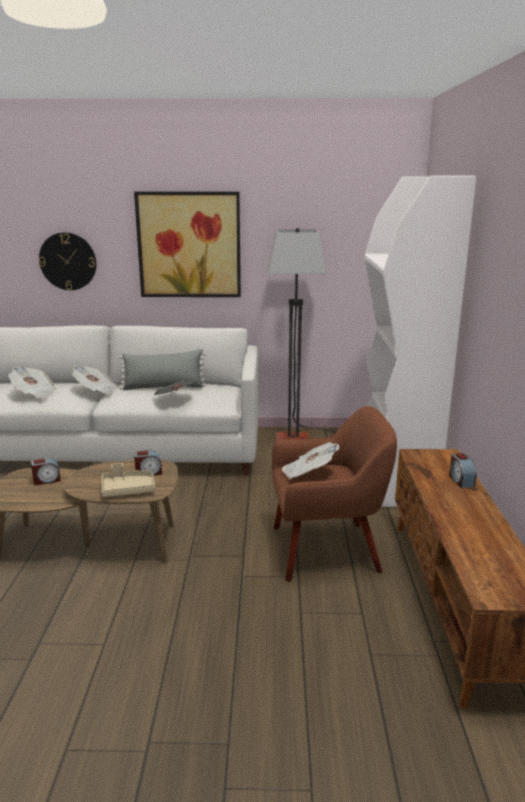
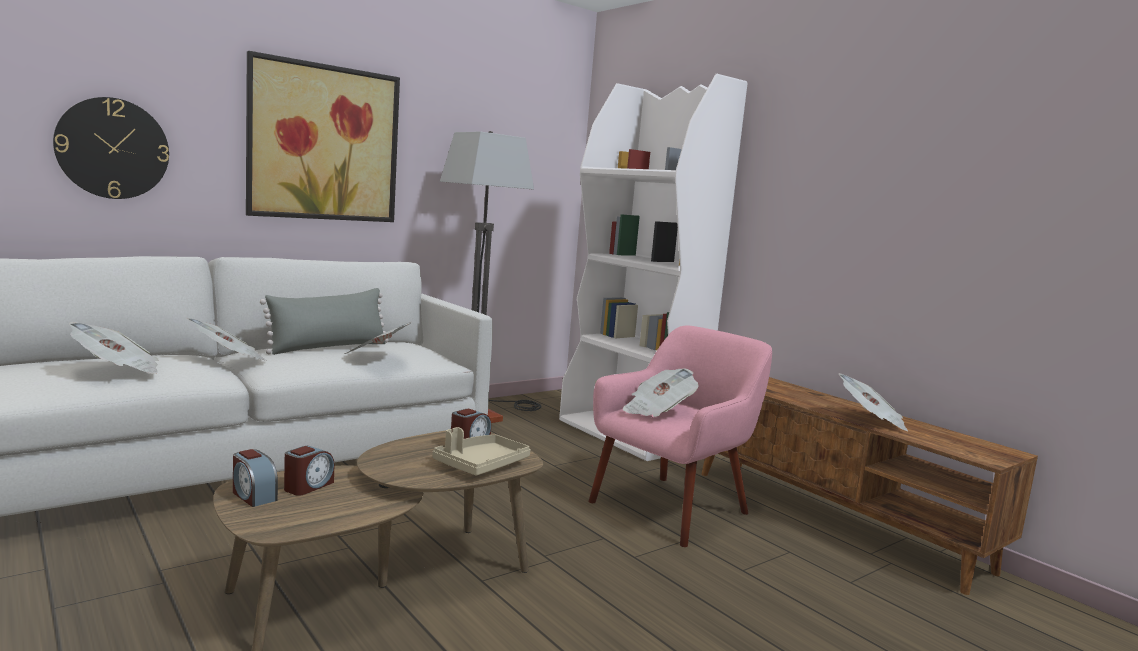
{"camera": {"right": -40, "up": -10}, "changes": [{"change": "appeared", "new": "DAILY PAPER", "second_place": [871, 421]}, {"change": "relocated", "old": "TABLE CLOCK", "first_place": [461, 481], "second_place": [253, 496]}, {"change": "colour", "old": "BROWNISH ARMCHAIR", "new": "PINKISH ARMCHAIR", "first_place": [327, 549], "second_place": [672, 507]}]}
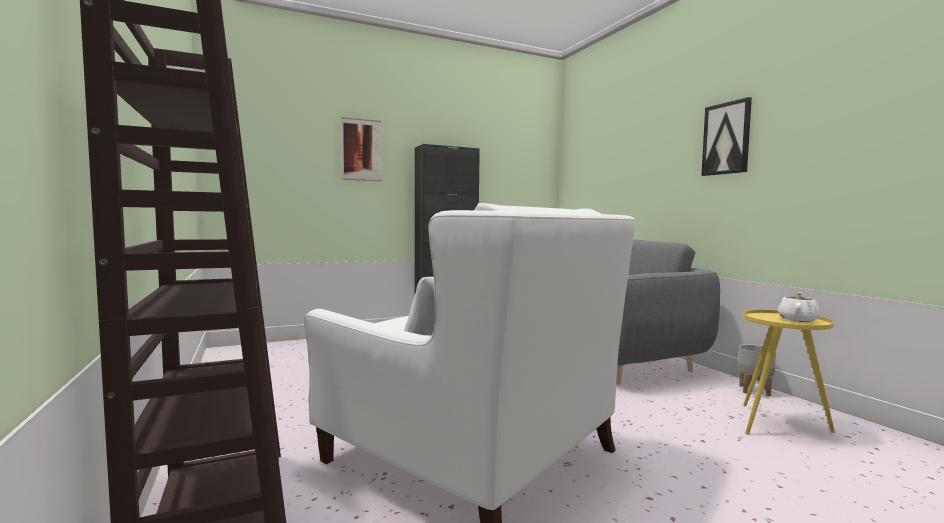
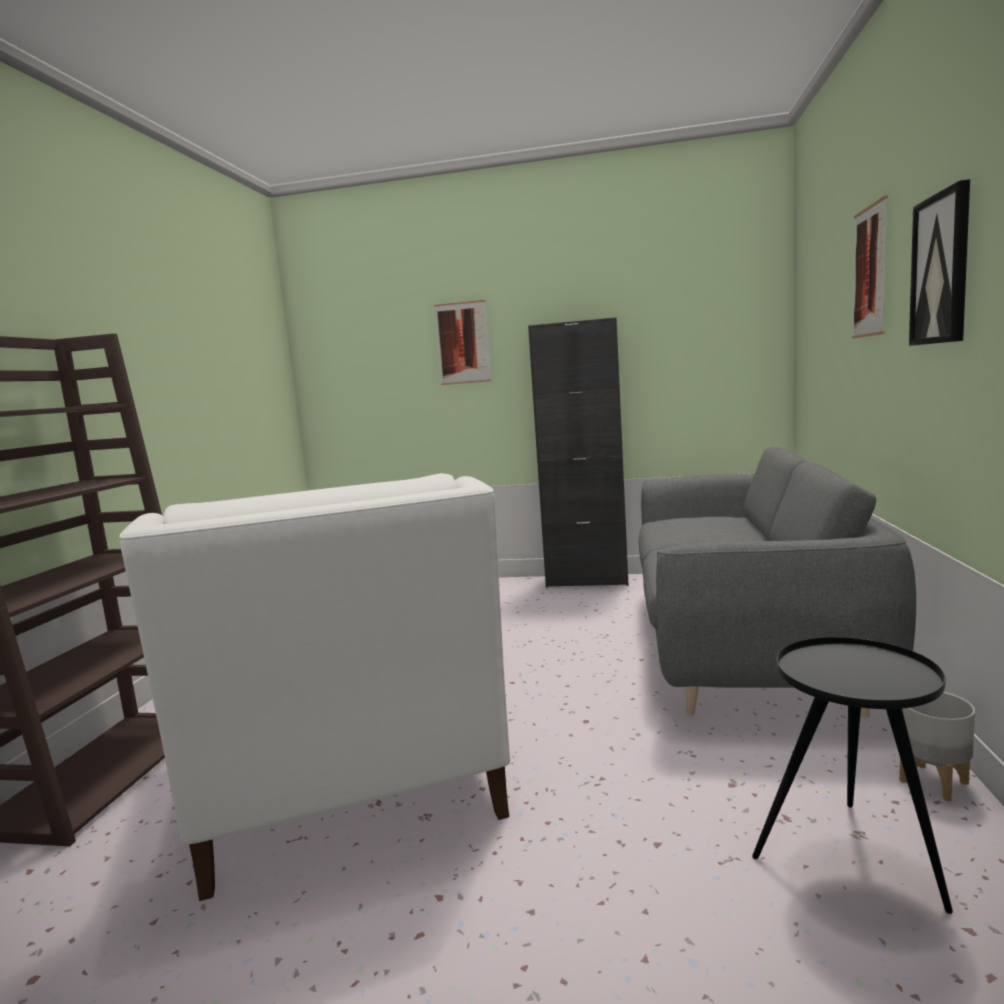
{"camera": {"right": 35, "up": 5}, "changes": [{"change": "missing", "old": "WHITE-COLOURED TEA POT", "first_place": [797, 319]}, {"change": "appeared", "new": "WALL ART", "second_place": [870, 272]}, {"change": "colour", "old": "YELLOW-COLOURED END TABLE", "new": "BLACK-COLOURED END TABLE", "first_place": [778, 425], "second_place": [852, 861]}]}
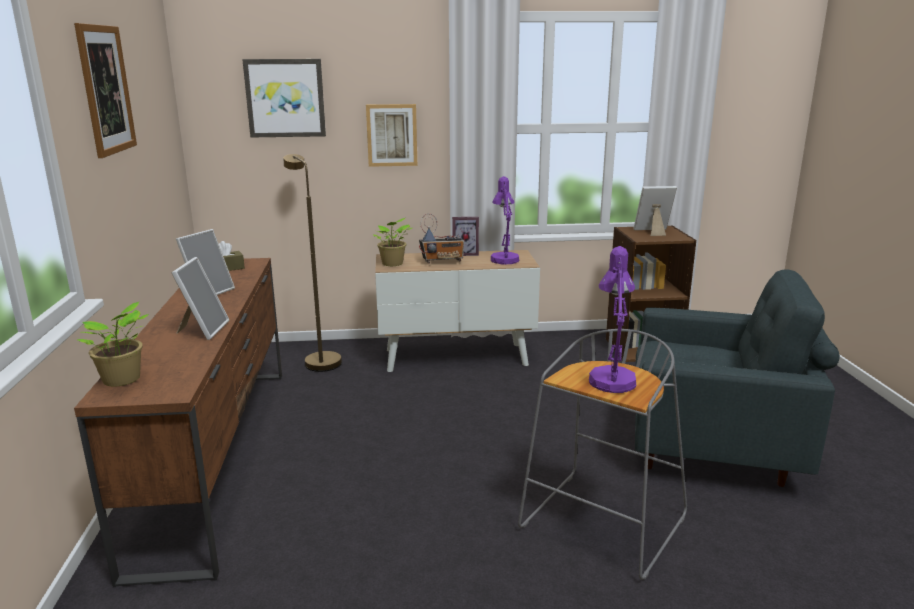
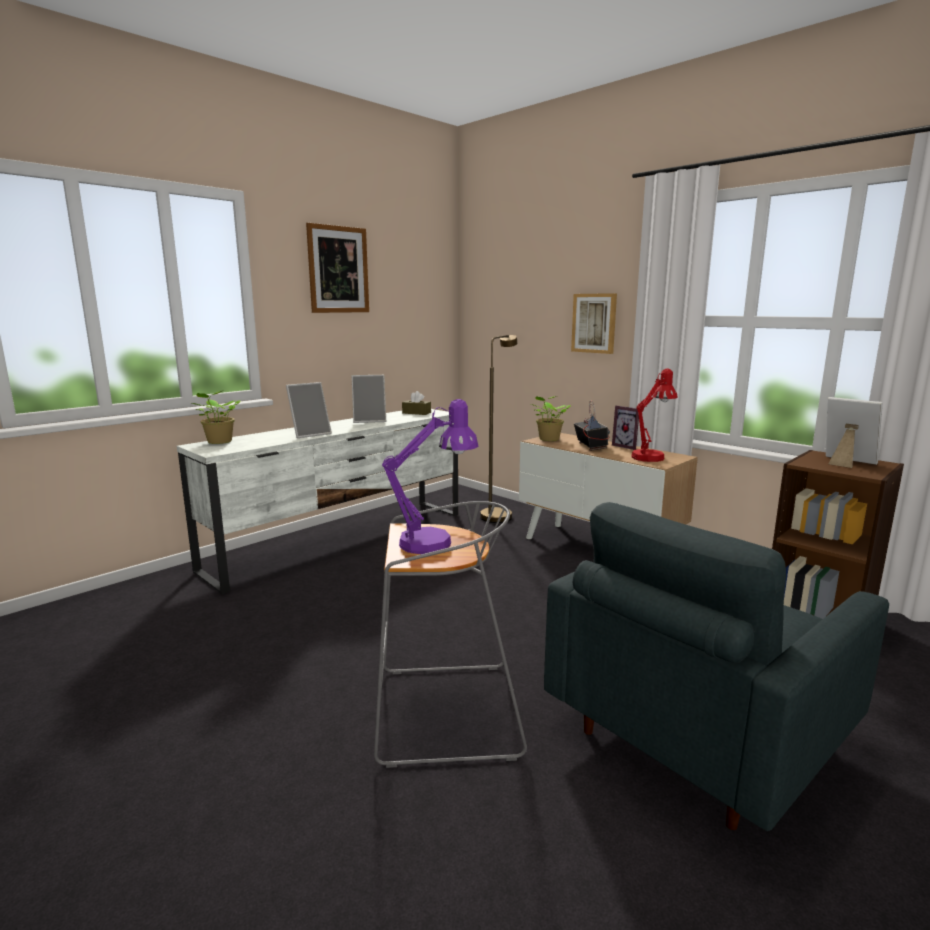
{"camera": {"right": 50, "up": -5}, "changes": [{"change": "missing", "old": "WALL ART", "first_place": [285, 98]}, {"change": "colour", "old": "BROWNISH TV UNIT", "new": "WHITE-COLOURED TV UNIT", "first_place": [219, 455], "second_place": [343, 540]}, {"change": "colour", "old": "PURPLE TABLETOP LAMP", "new": "RED-COLOURED TABLETOP LAMP", "first_place": [504, 258], "second_place": [651, 456]}, {"change": "spun", "old": "RADIO", "first_place": [442, 261], "second_place": [590, 446], "degrees": -135}, {"change": "spun", "old": "GREYISH ARMCHAIR", "first_place": [714, 447], "second_place": [694, 736], "degrees": 75}]}
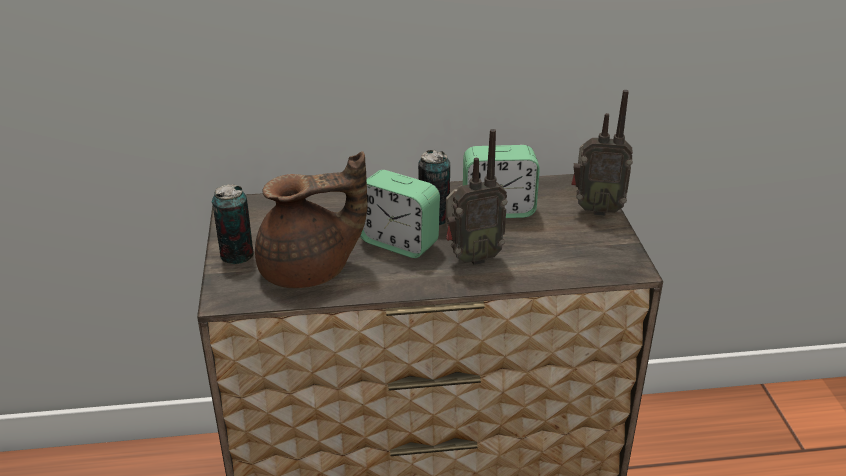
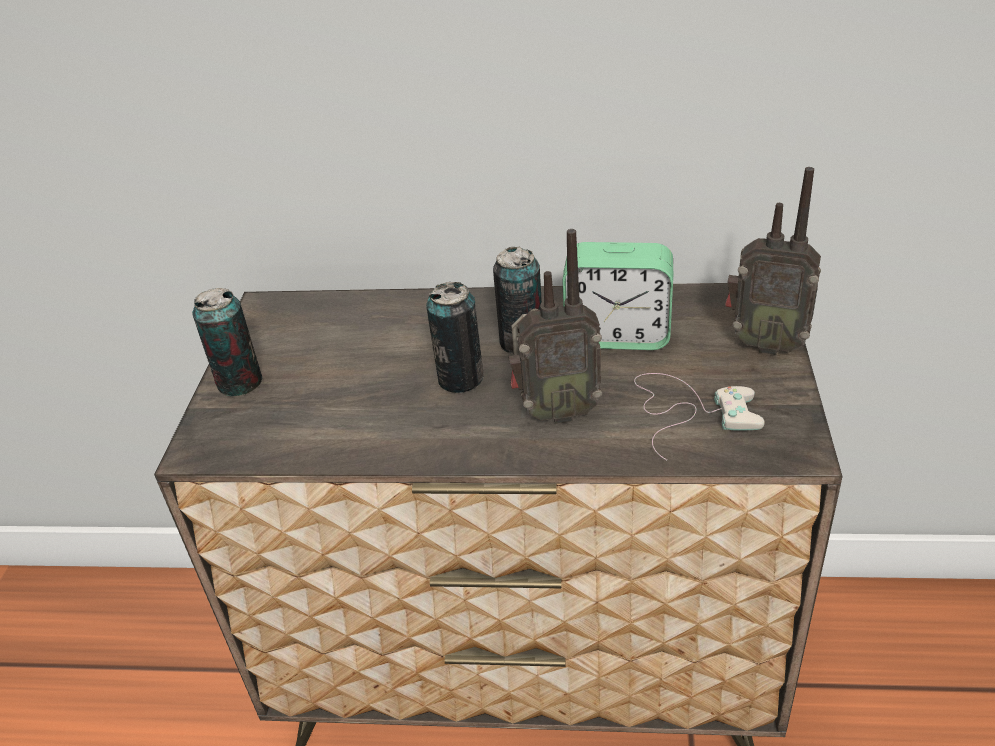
{"camera": {"right": 15, "up": 5}, "changes": [{"change": "missing", "old": "BROWNISH TEA POT", "first_place": [309, 270]}, {"change": "appeared", "new": "WHITE-COLOURED JOYPAD", "second_place": [689, 411]}, {"change": "exchanged", "old": "TABLE CLOCK", "new": "SEALED CAN", "first_place": [399, 242], "second_place": [460, 378]}]}
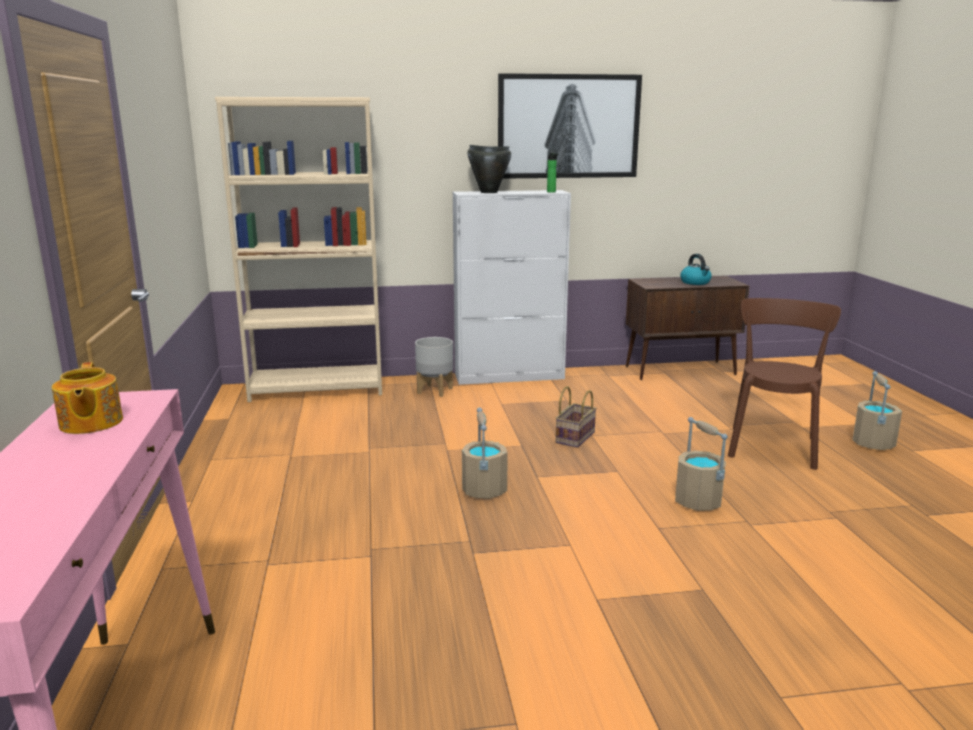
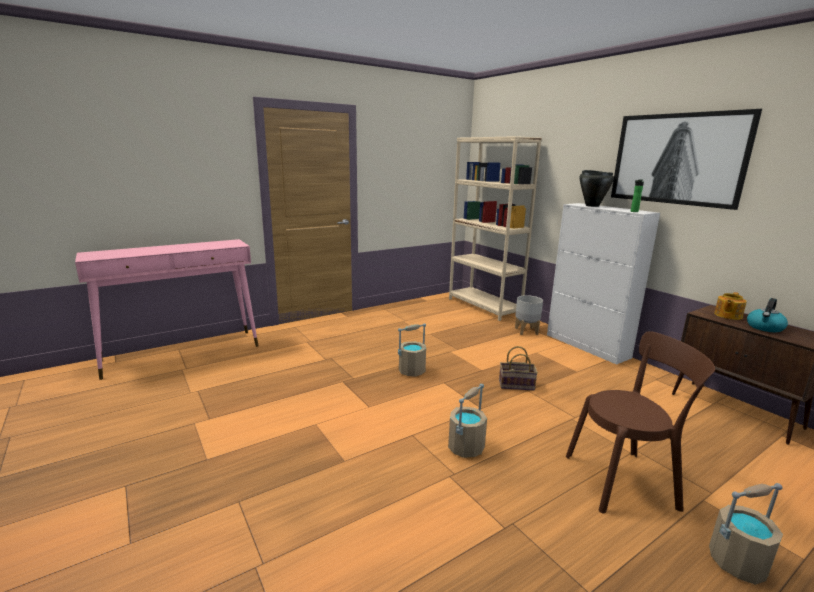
{"camera": {"right": 65, "up": 0}, "changes": [{"change": "relocated", "old": "TEA POT", "first_place": [90, 423], "second_place": [727, 315]}]}
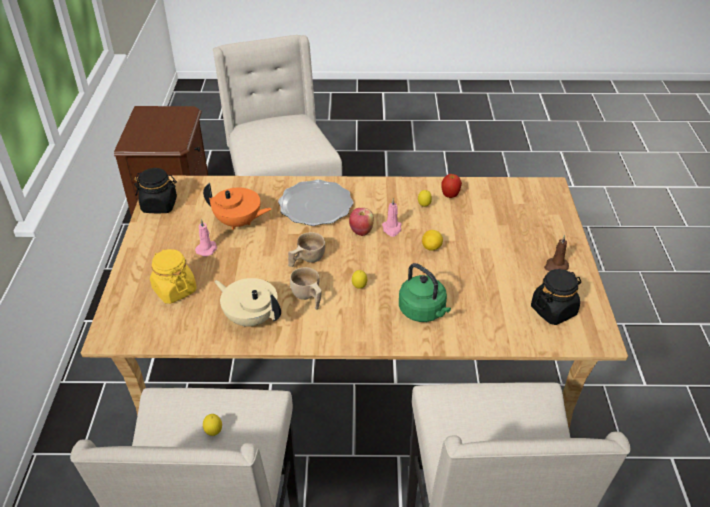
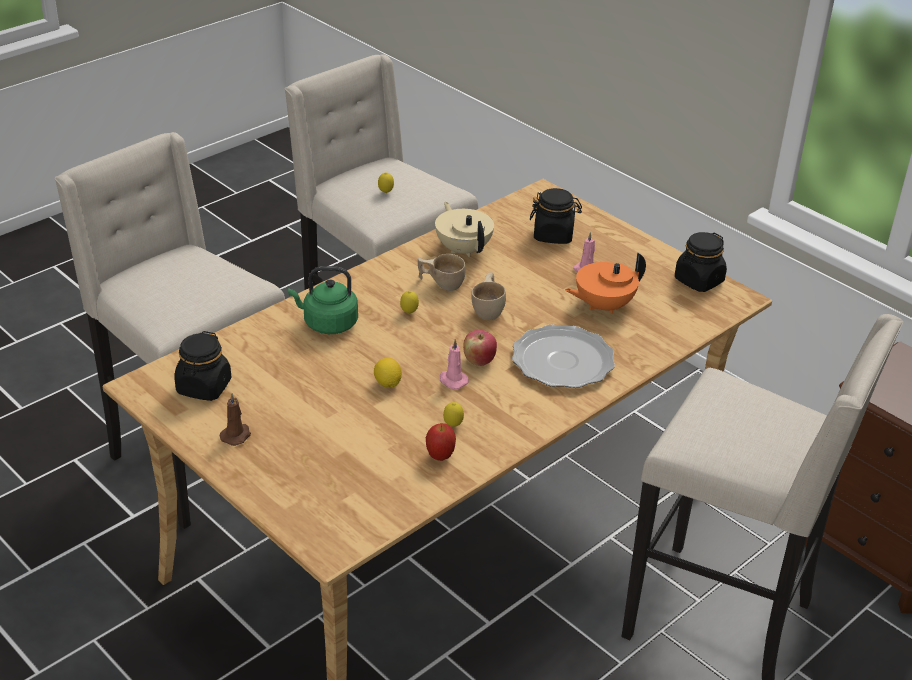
{"camera": {"right": 135, "up": -5}, "changes": [{"change": "colour", "old": "YELLOW-COLOURED JAR", "new": "BLACK-COLOURED JAR", "first_place": [174, 290], "second_place": [553, 235]}, {"change": "spun", "old": "SAND-COLOURED TEA POT", "first_place": [251, 317], "second_place": [463, 249], "degrees": -105}]}
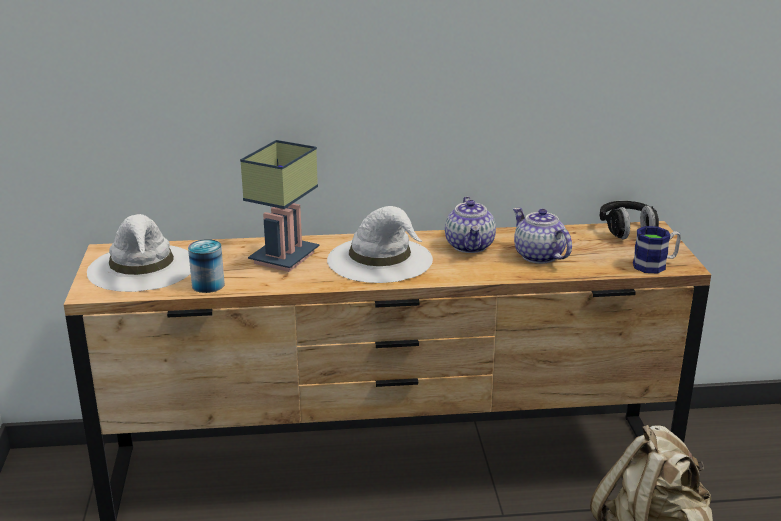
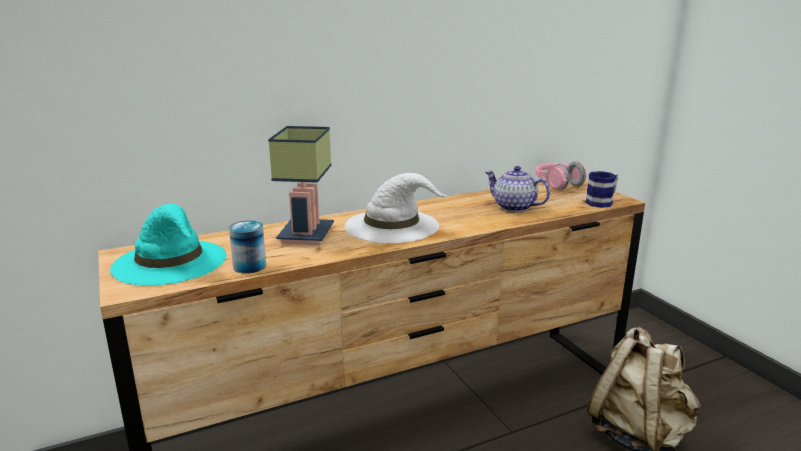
{"camera": {"right": -20, "up": -5}, "changes": [{"change": "missing", "old": "TEA POT", "first_place": [470, 246]}, {"change": "colour", "old": "WHITE-COLOURED CLOTHING HAT", "new": "TURQUOISE CLOTHING HAT", "first_place": [143, 268], "second_place": [171, 262]}, {"change": "colour", "old": "BLACK-COLOURED HEADSET", "new": "PINKISH HEADSET", "first_place": [627, 231], "second_place": [558, 184]}]}
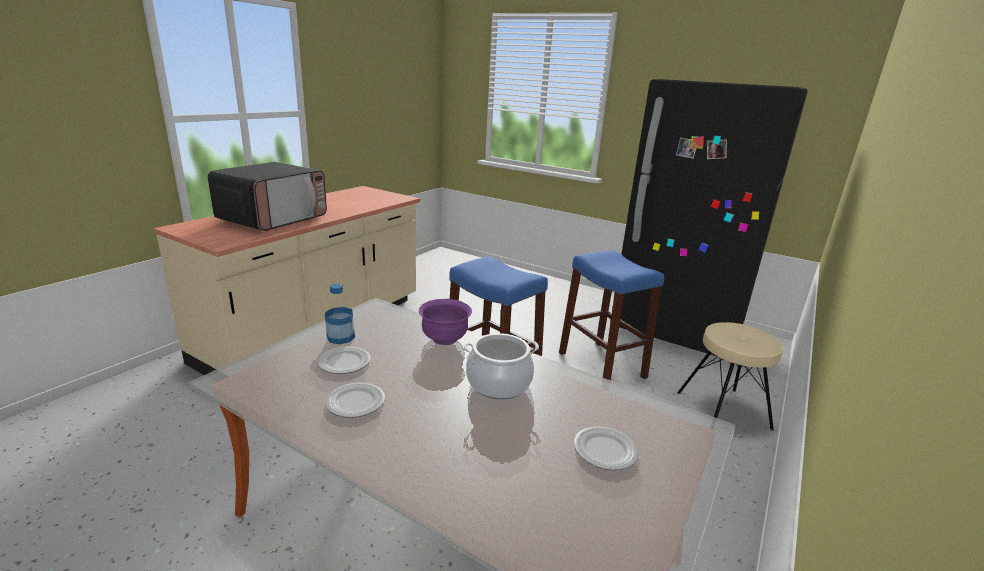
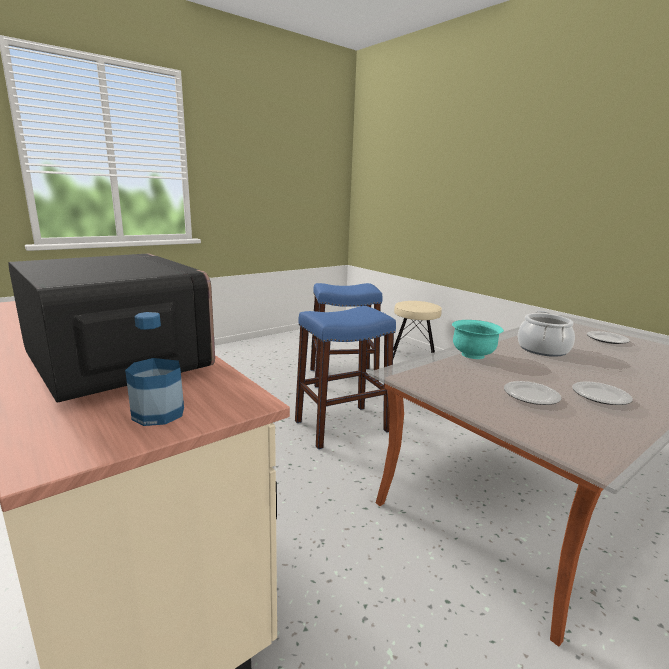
{"camera": {"right": -70, "up": -5}, "changes": [{"change": "missing", "old": "BLACK-COLOURED FRIDGE", "first_place": [677, 329]}, {"change": "relocated", "old": "BEVERAGE BOTTLE", "first_place": [341, 337], "second_place": [158, 413]}, {"change": "colour", "old": "PURPLE DEEP DISH", "new": "TURQUOISE DEEP DISH", "first_place": [444, 339], "second_place": [473, 355]}]}
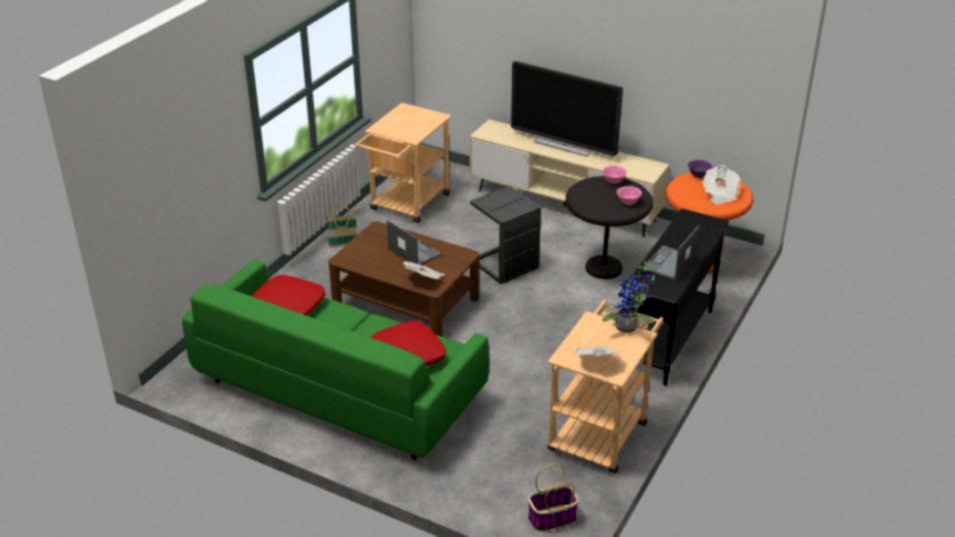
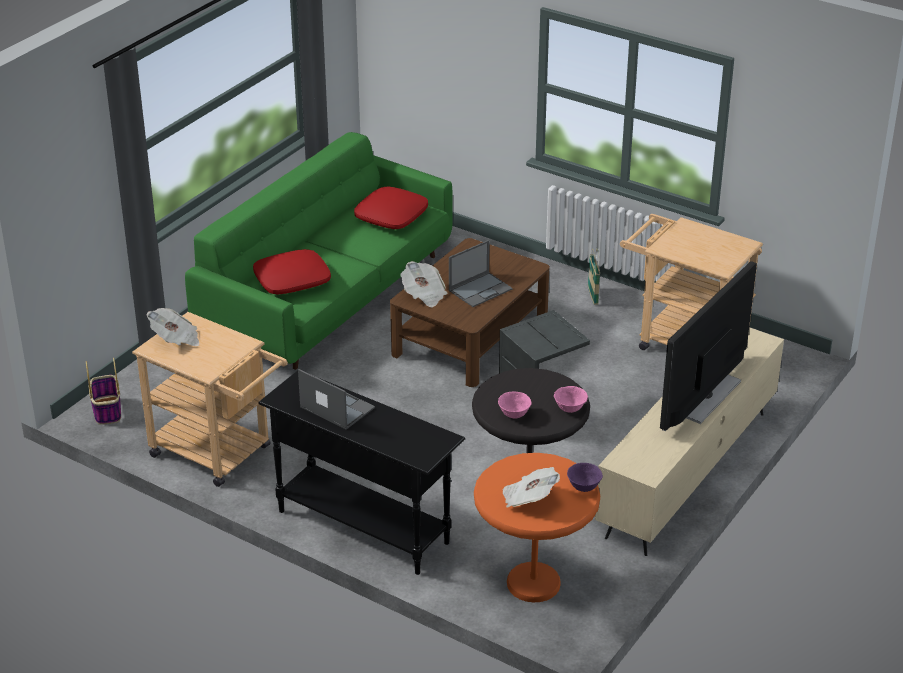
{"camera": {"right": 95, "up": 0}, "changes": [{"change": "missing", "old": "PLANT IN A POT", "first_place": [629, 328]}]}
